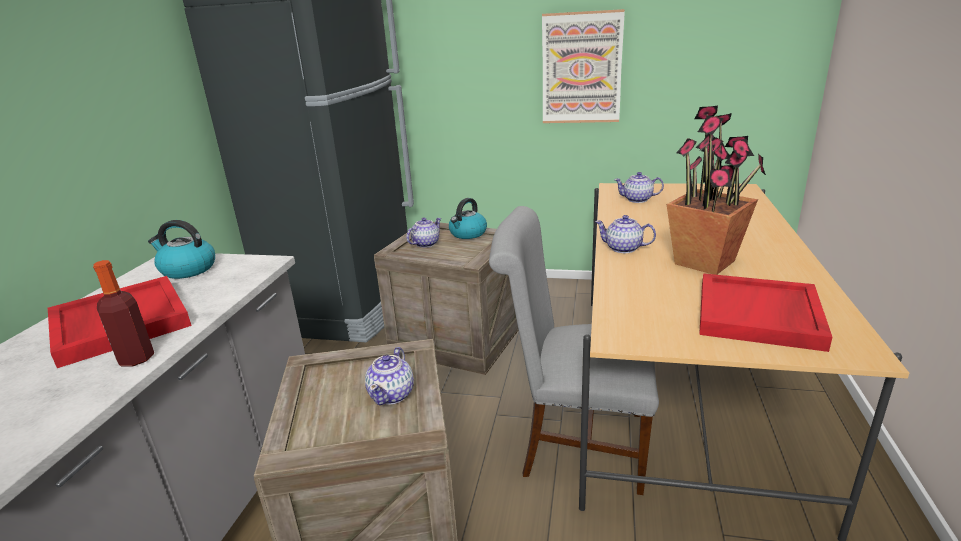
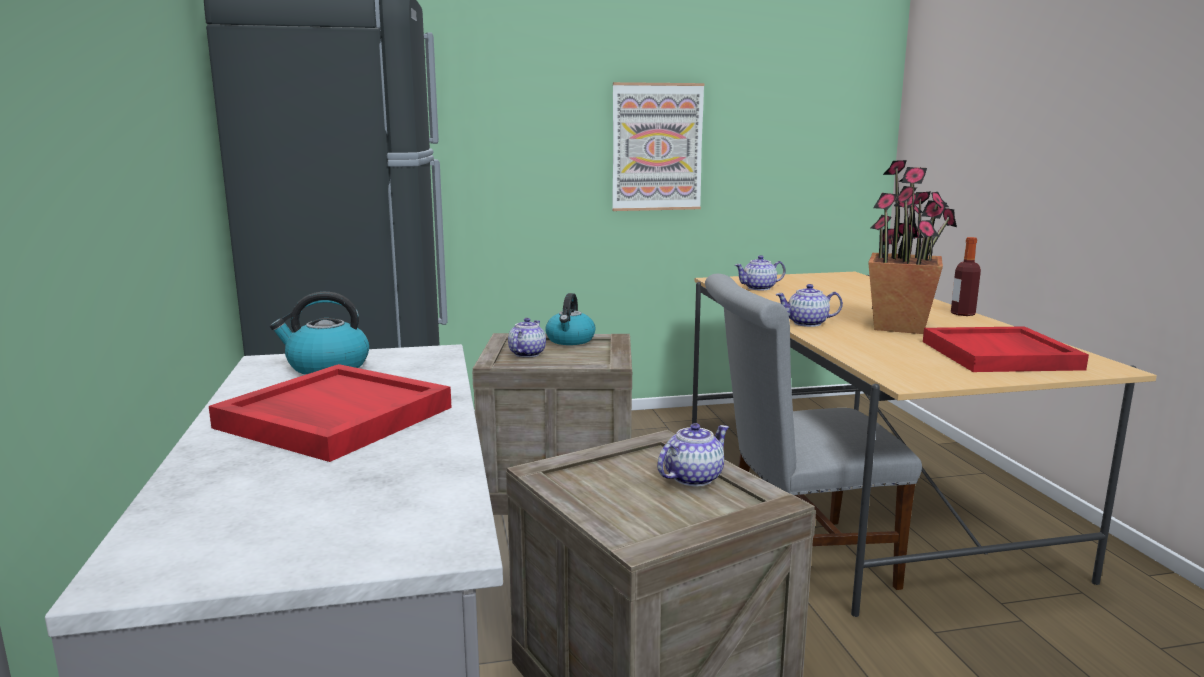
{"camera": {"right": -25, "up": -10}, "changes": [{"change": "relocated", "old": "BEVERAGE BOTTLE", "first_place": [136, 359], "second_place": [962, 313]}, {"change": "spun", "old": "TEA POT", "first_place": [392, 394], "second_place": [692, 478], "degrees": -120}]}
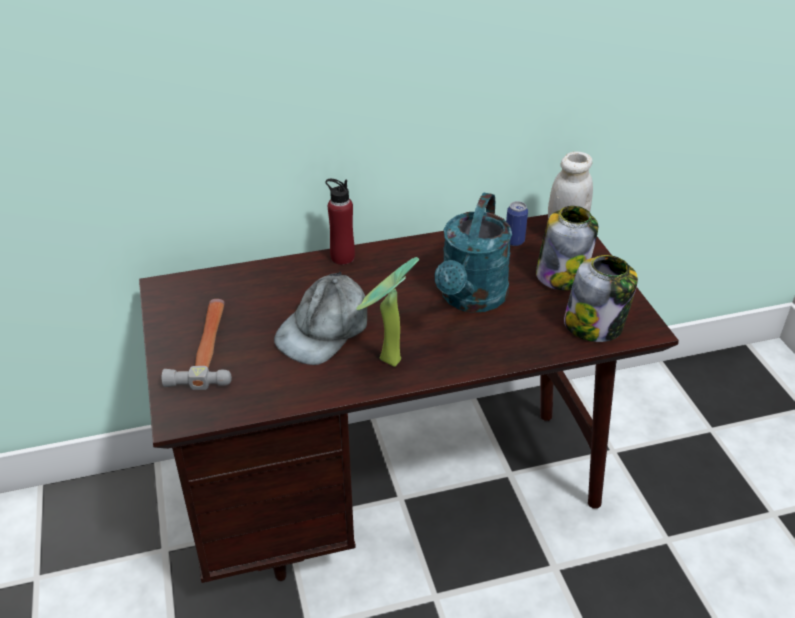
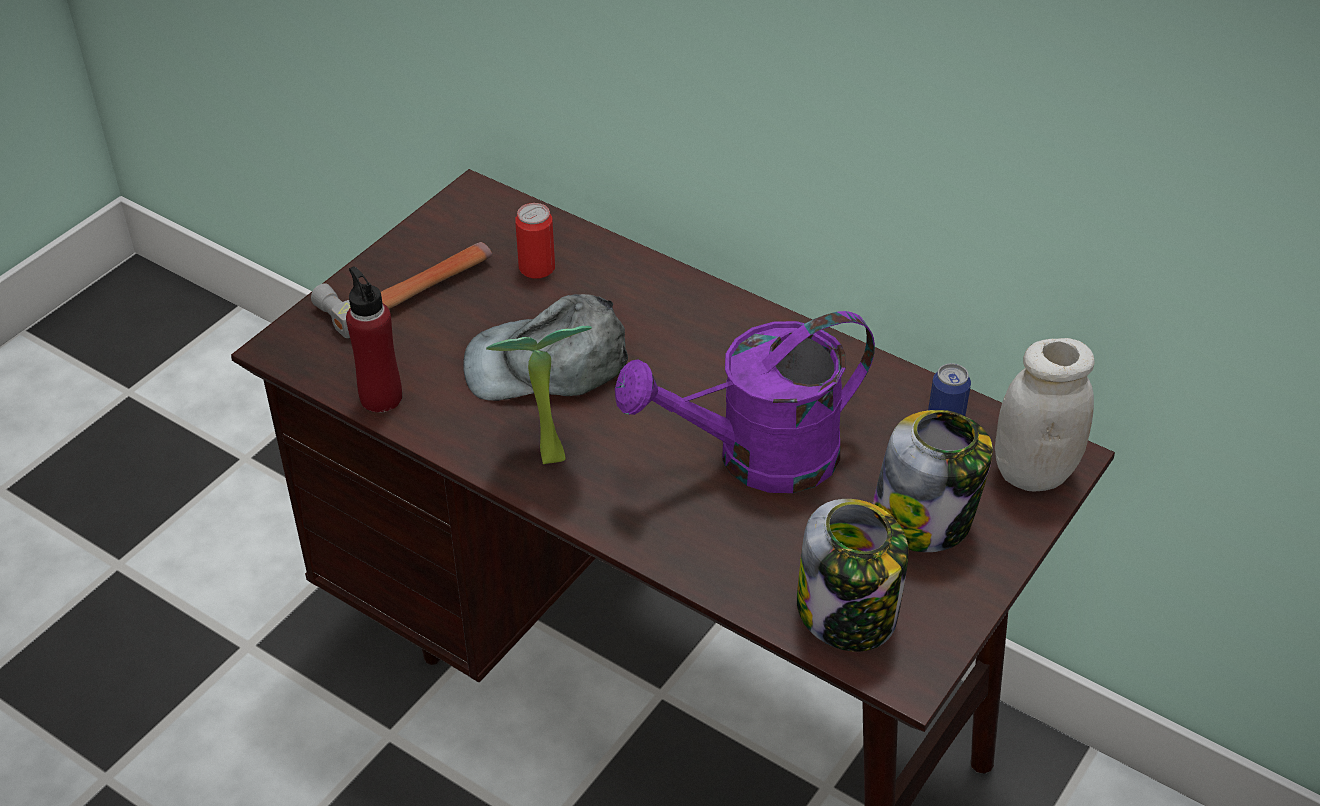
{"camera": {"right": 50, "up": 5}, "changes": [{"change": "appeared", "new": "SEALED CAN", "second_place": [537, 268]}, {"change": "relocated", "old": "RED-COLOURED BEVERAGE BOTTLE", "first_place": [342, 257], "second_place": [381, 397]}, {"change": "colour", "old": "TURQUOISE WATERING POT", "new": "PURPLE WATERING POT", "first_place": [471, 299], "second_place": [757, 458]}]}
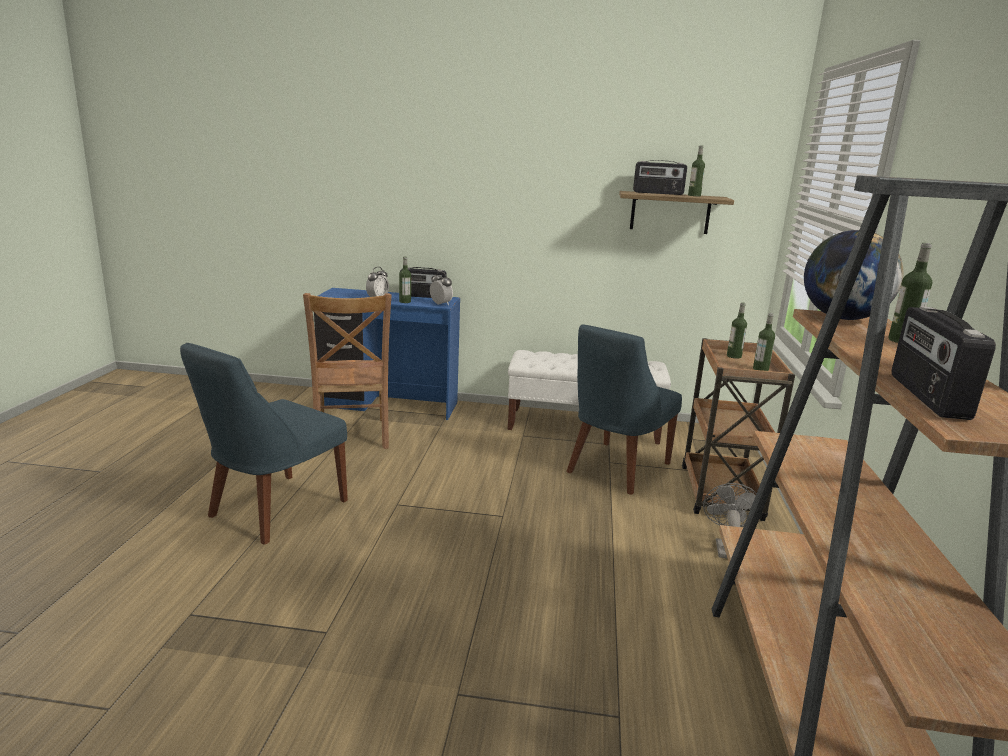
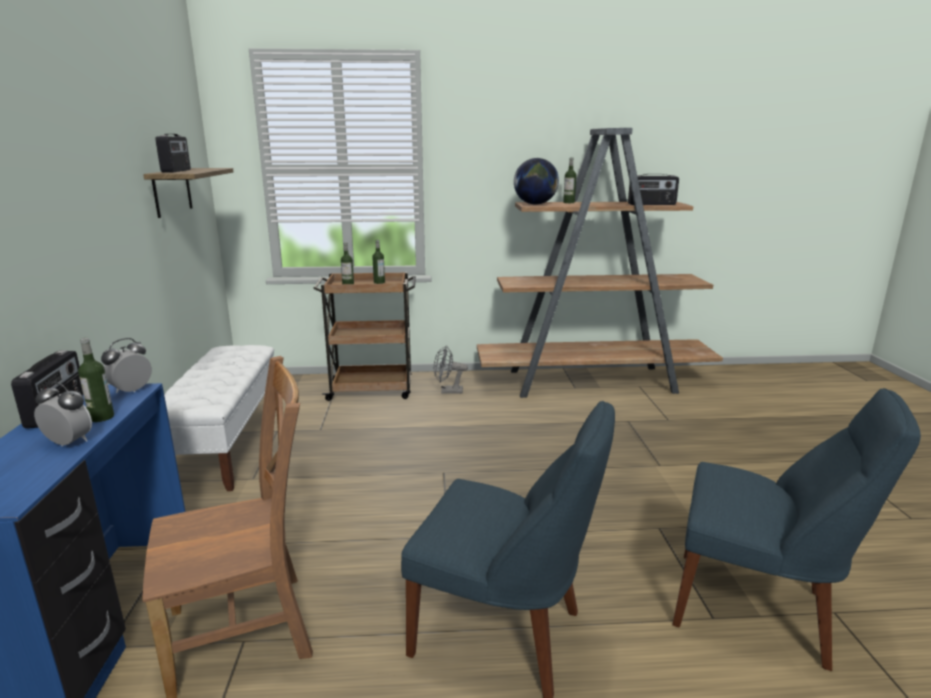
{"camera": {"right": -100, "up": 0}, "changes": [{"change": "missing", "old": "BEVERAGE BOTTLE", "first_place": [694, 195]}, {"change": "relocated", "old": "BLUISH CHAIR", "first_place": [615, 469], "second_place": [758, 610]}]}
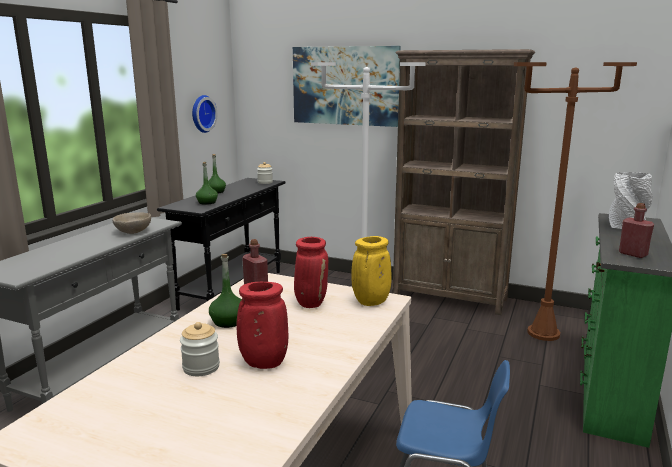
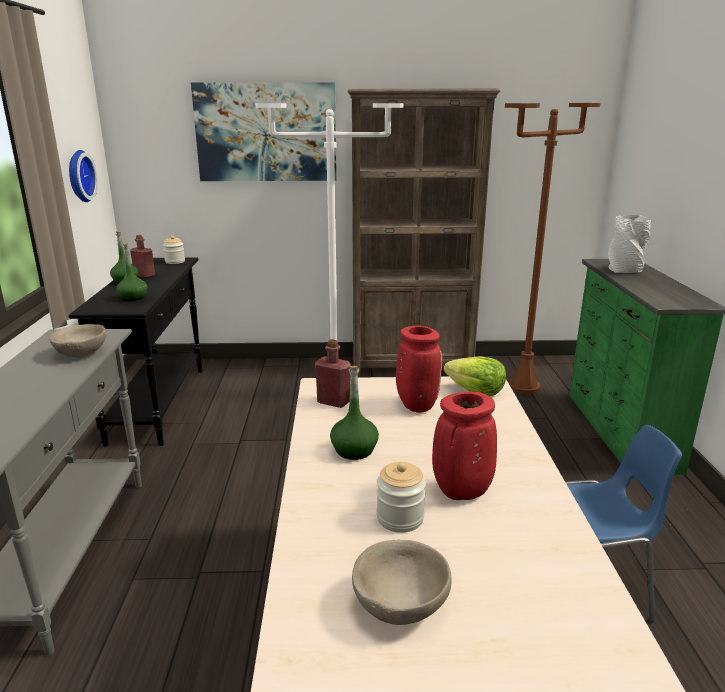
{"camera": {"right": -25, "up": 5}, "changes": [{"change": "appeared", "new": "SAND-COLOURED DEEP DISH", "second_place": [400, 604]}, {"change": "relocated", "old": "RED-COLOURED BEVERAGE BOTTLE", "first_place": [633, 254], "second_place": [144, 275]}, {"change": "exchanged", "old": "YELLOW-COLOURED DECORATIVE VASE", "new": "HEAD OF LETTUCE", "first_place": [370, 302], "second_place": [475, 391]}]}
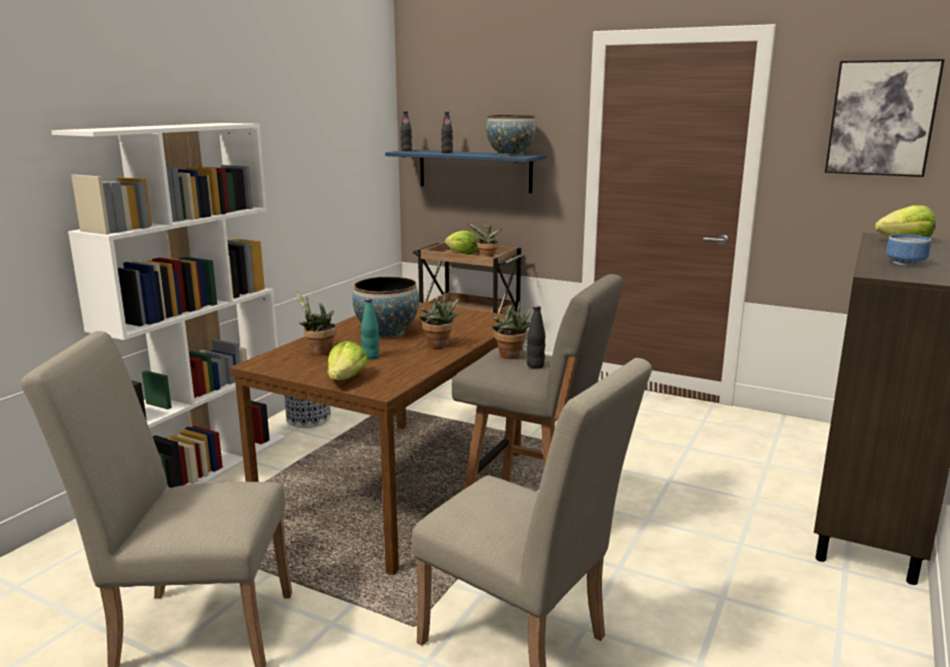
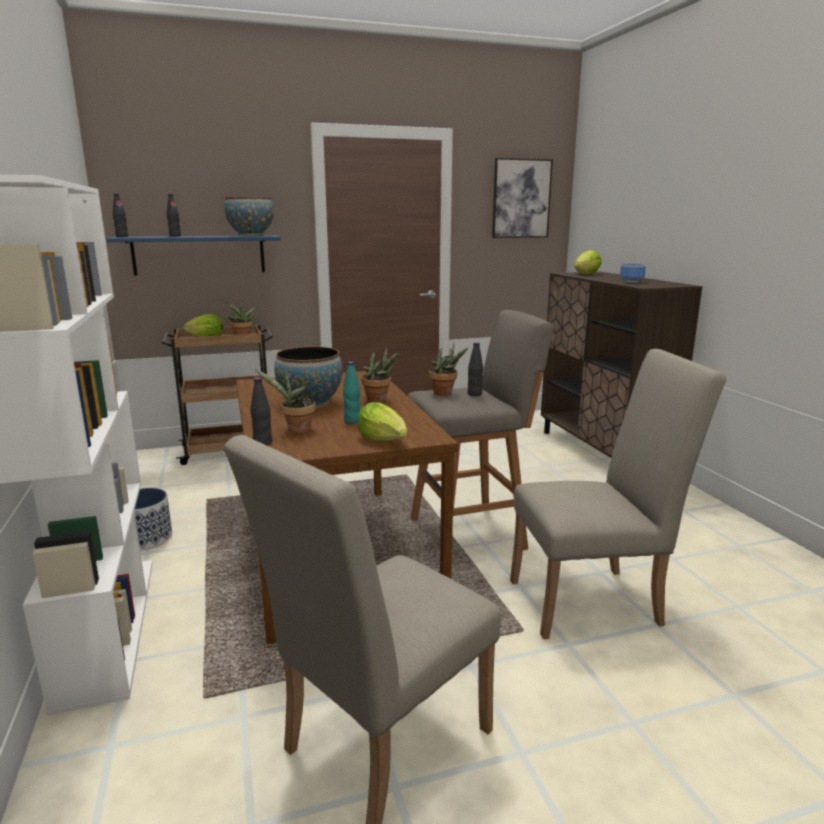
{"camera": {"right": -45, "up": 0}, "changes": [{"change": "appeared", "new": "BLACK-COLOURED BEVERAGE BOTTLE", "second_place": [263, 443]}]}
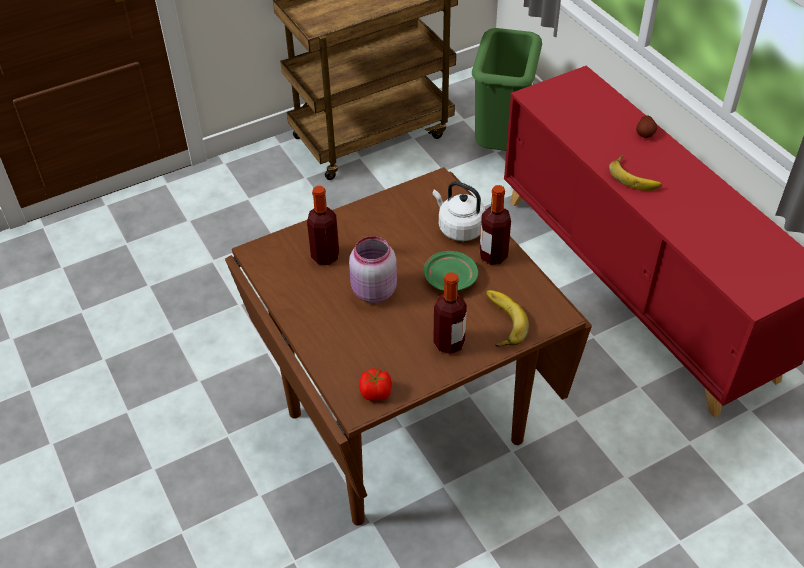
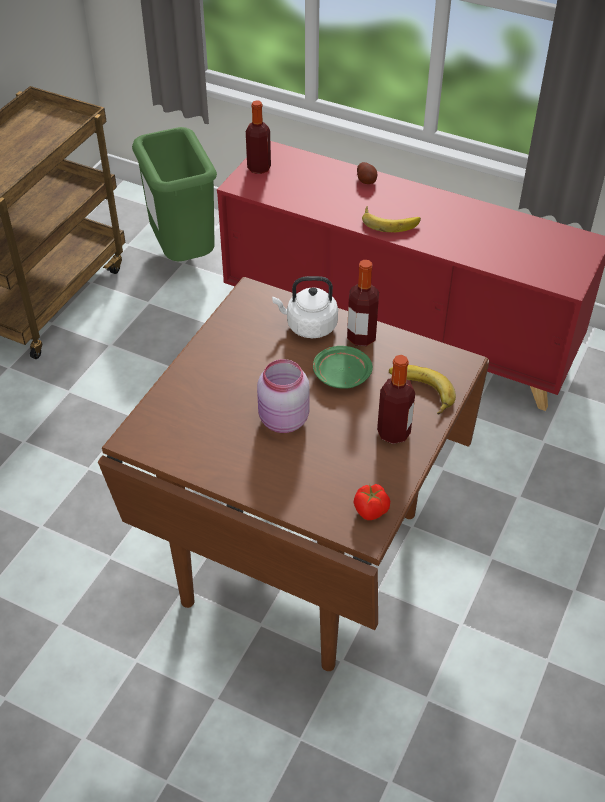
{"camera": {"right": -35, "up": 0}, "changes": [{"change": "relocated", "old": "BEVERAGE BOTTLE", "first_place": [325, 256], "second_place": [259, 168]}]}
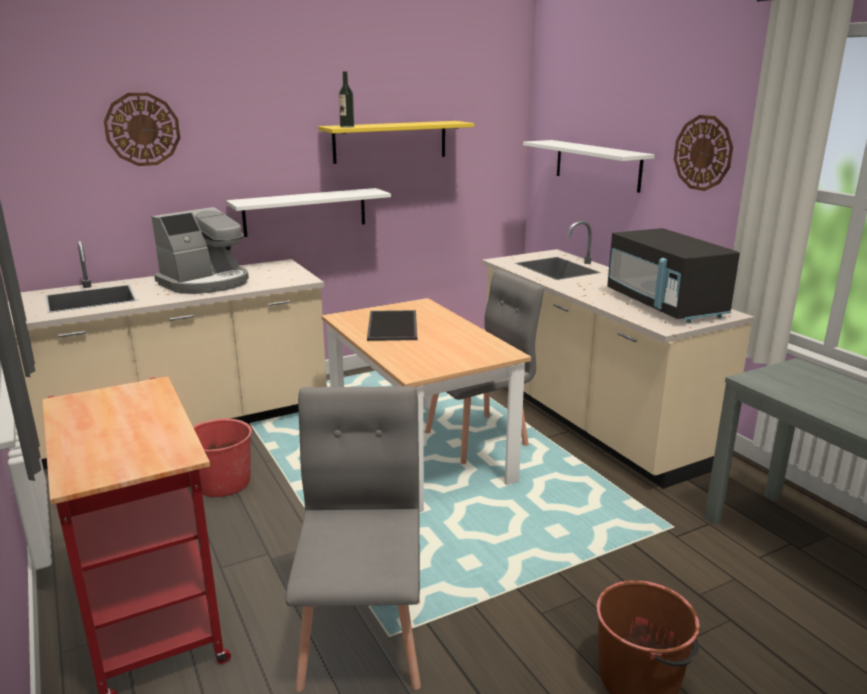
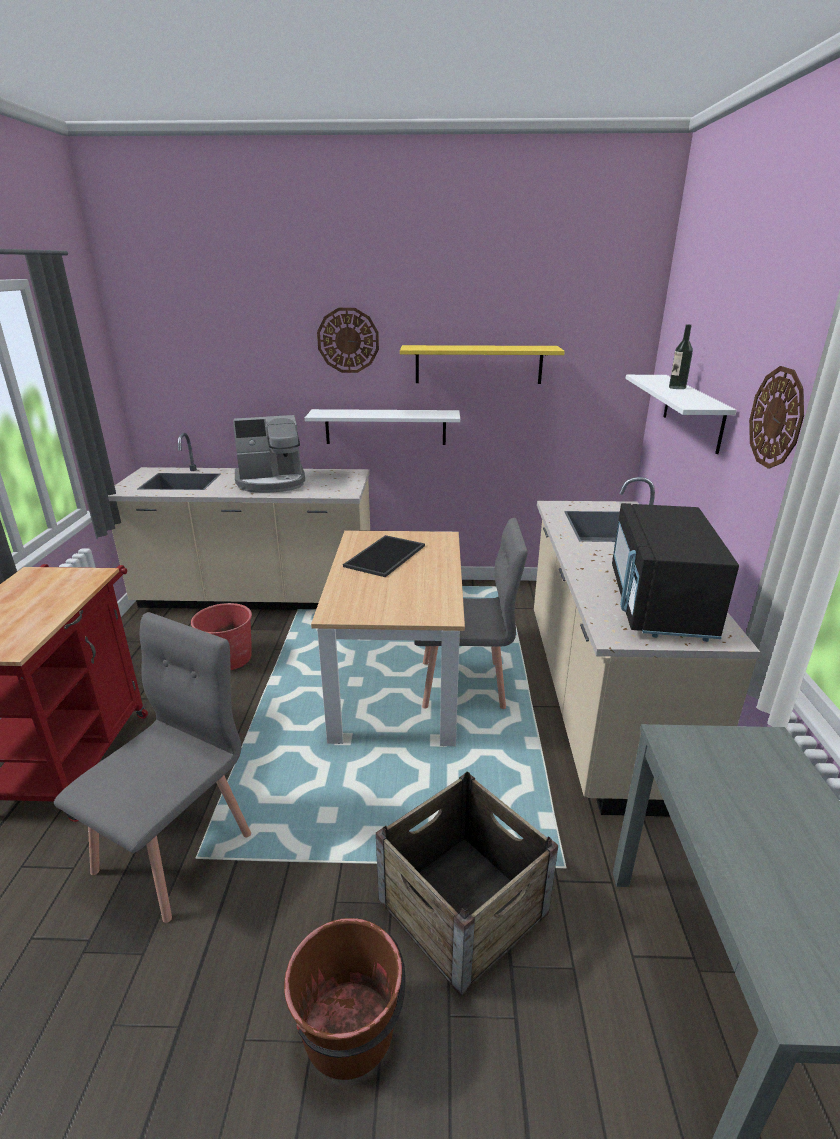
{"camera": {"right": 30, "up": 5}, "changes": [{"change": "appeared", "new": "PACKING CRATE", "second_place": [462, 907]}, {"change": "relocated", "old": "WALL CLOCK", "first_place": [142, 129], "second_place": [348, 340]}, {"change": "relocated", "old": "BEVERAGE BOTTLE", "first_place": [347, 126], "second_place": [677, 387]}]}
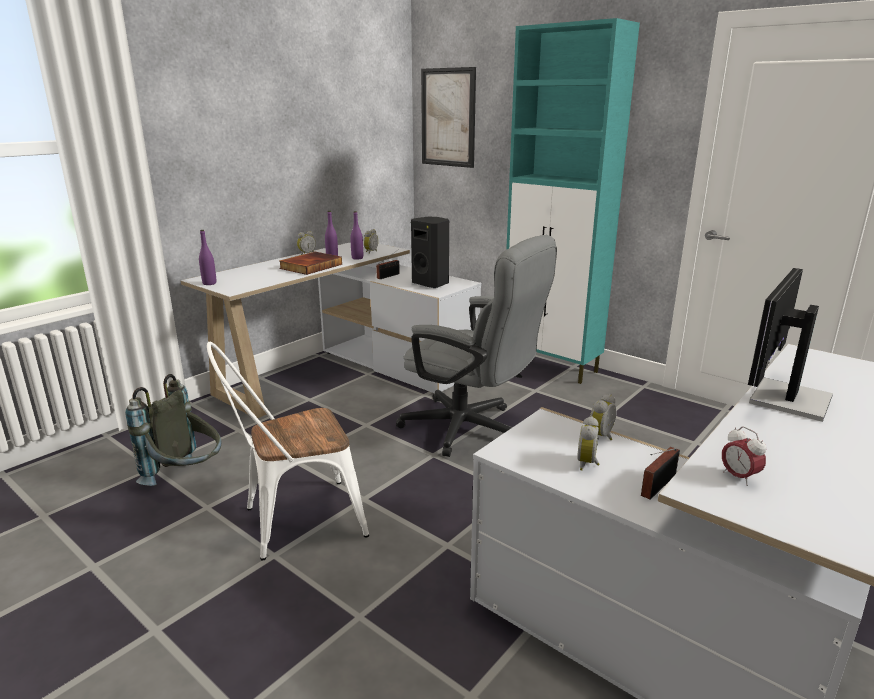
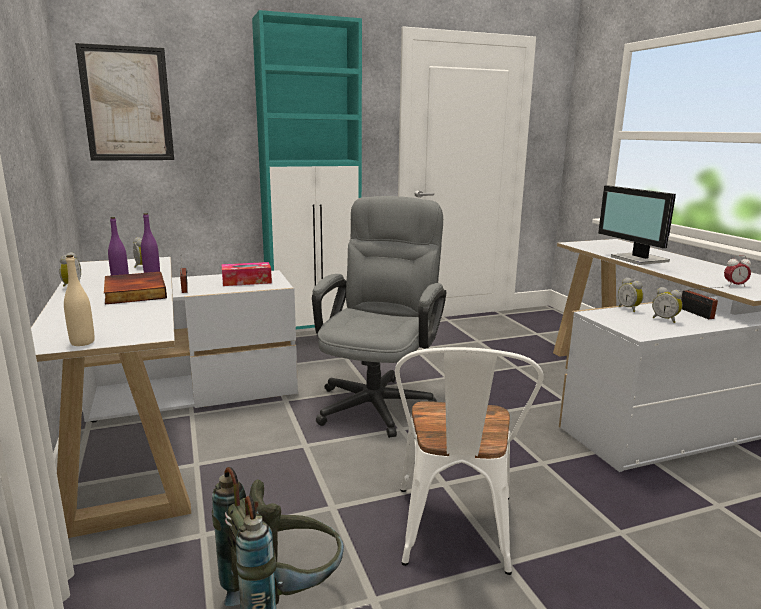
{"camera": {"right": -60, "up": -5}, "changes": [{"change": "exchanged", "old": "BLACK-COLOURED LOUDSPEAKER", "new": "TISSUE BOX", "first_place": [431, 283], "second_place": [246, 281]}, {"change": "colour", "old": "PURPLE BEVERAGE BOTTLE", "new": "SAND-COLOURED BEVERAGE BOTTLE", "first_place": [209, 283], "second_place": [82, 342]}, {"change": "spun", "old": "GREYISH DESK CHAIR", "first_place": [471, 430], "second_place": [378, 400], "degrees": -45}]}
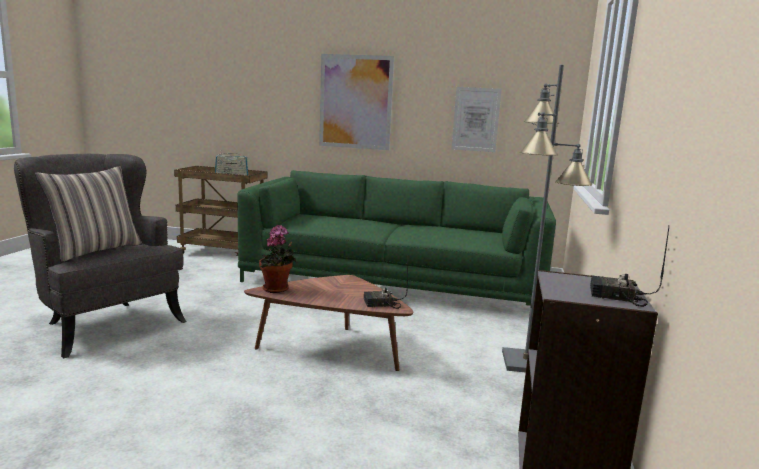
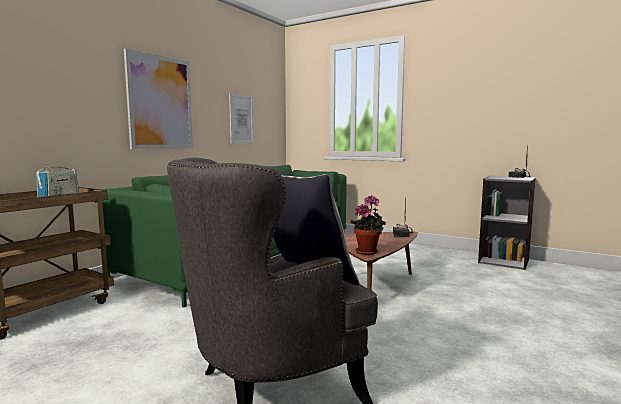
{"camera": {"right": -70, "up": -5}, "changes": [{"change": "missing", "old": "GREYISH FLOOR LAMP", "first_place": [526, 362]}]}
